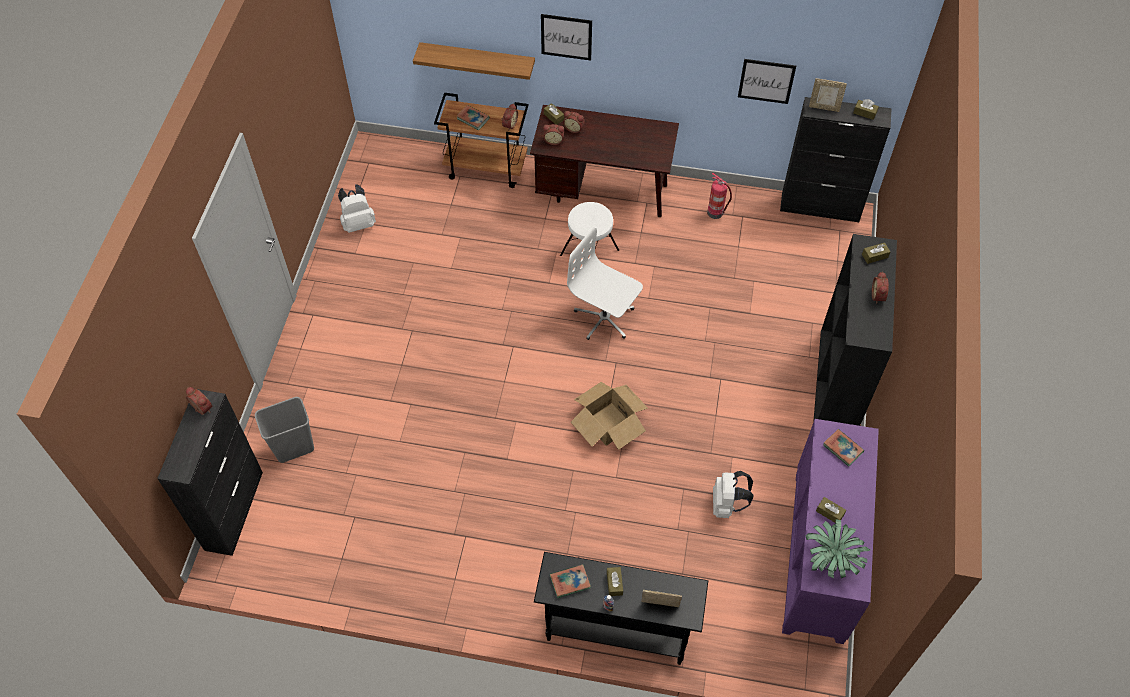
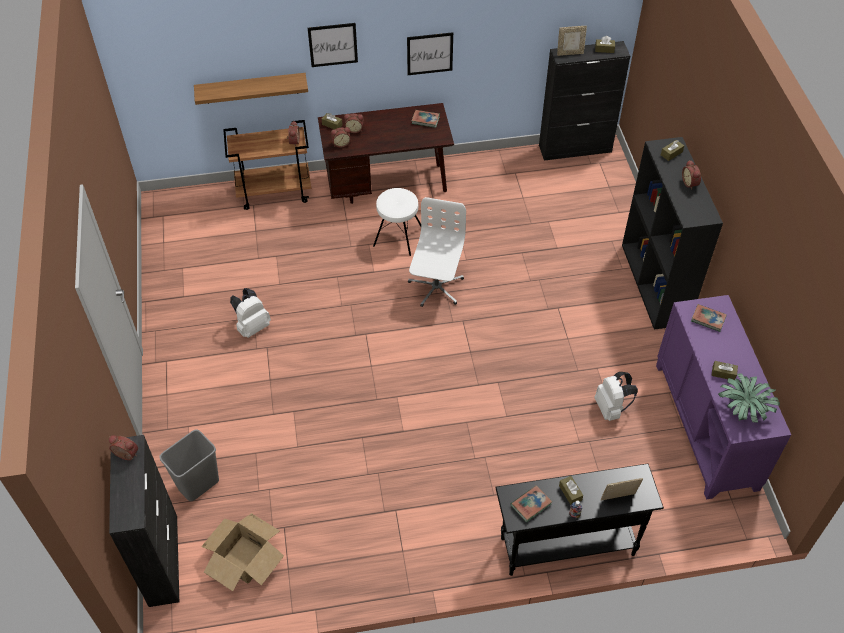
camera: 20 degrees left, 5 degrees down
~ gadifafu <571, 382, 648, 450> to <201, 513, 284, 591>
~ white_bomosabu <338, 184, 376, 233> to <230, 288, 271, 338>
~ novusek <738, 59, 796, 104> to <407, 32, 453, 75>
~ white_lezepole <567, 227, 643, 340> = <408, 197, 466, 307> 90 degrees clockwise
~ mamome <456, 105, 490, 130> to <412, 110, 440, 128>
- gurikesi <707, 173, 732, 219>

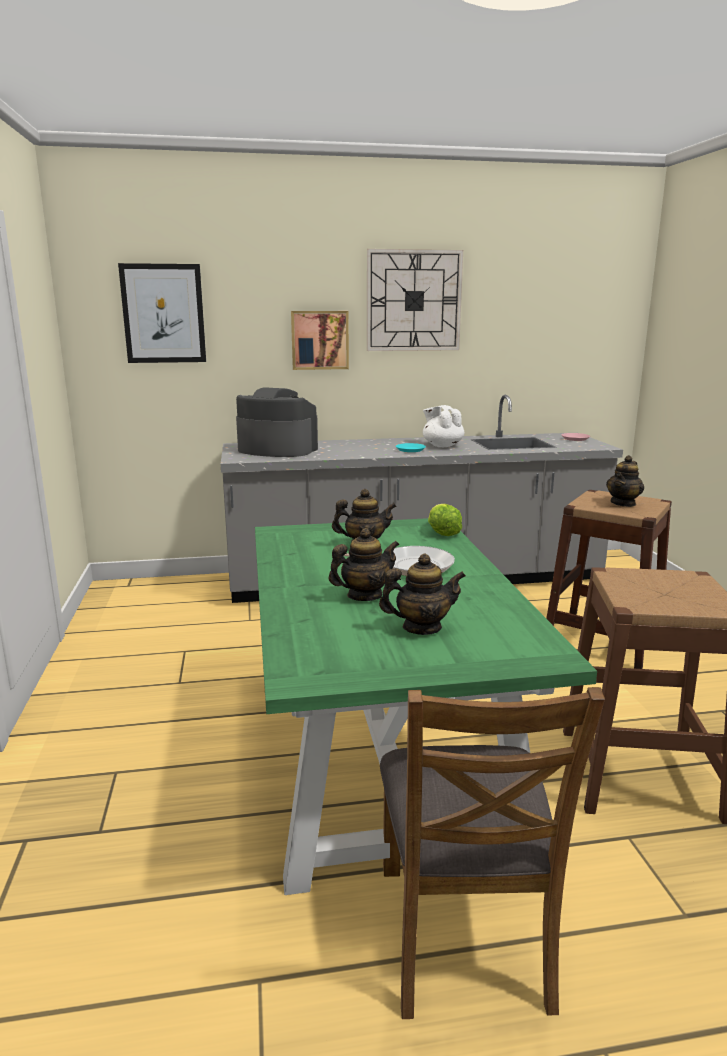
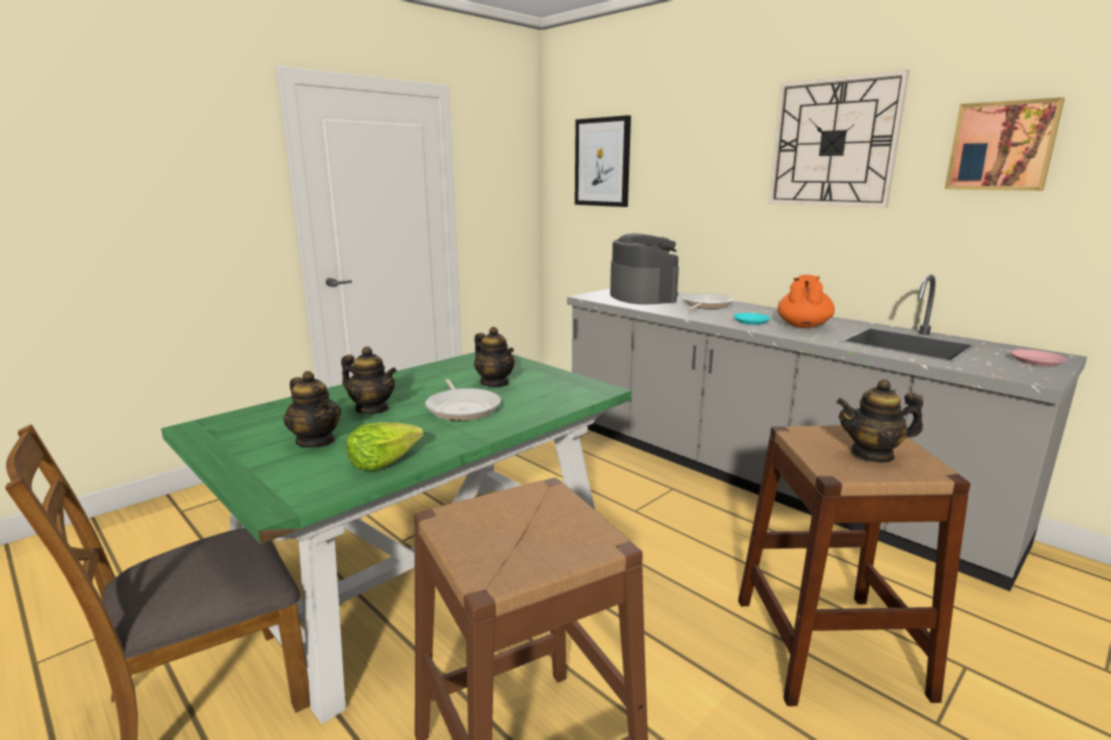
camera: 55 degrees right, 0 degrees up
~ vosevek <428, 504, 462, 536> to <346, 422, 423, 471>
+ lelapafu <682, 293, 734, 311>
~ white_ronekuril <423, 405, 464, 447> to orange_ronekuril <778, 275, 835, 328>
~ novusek <291, 311, 349, 370> to <945, 97, 1065, 191>

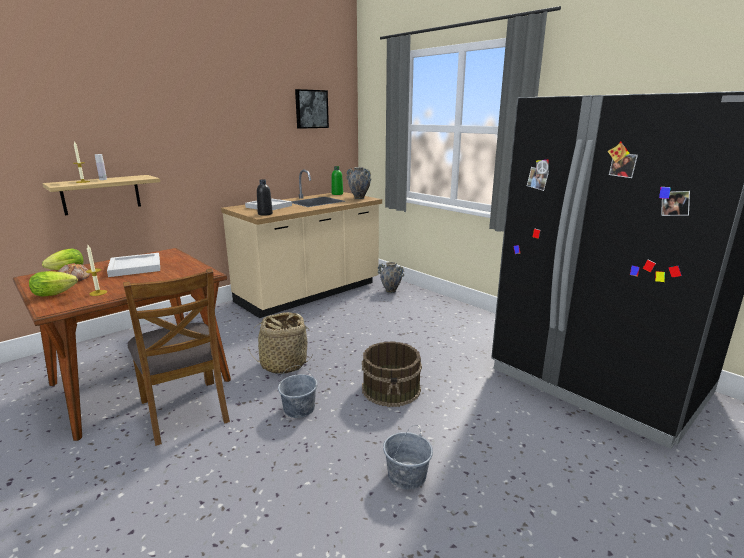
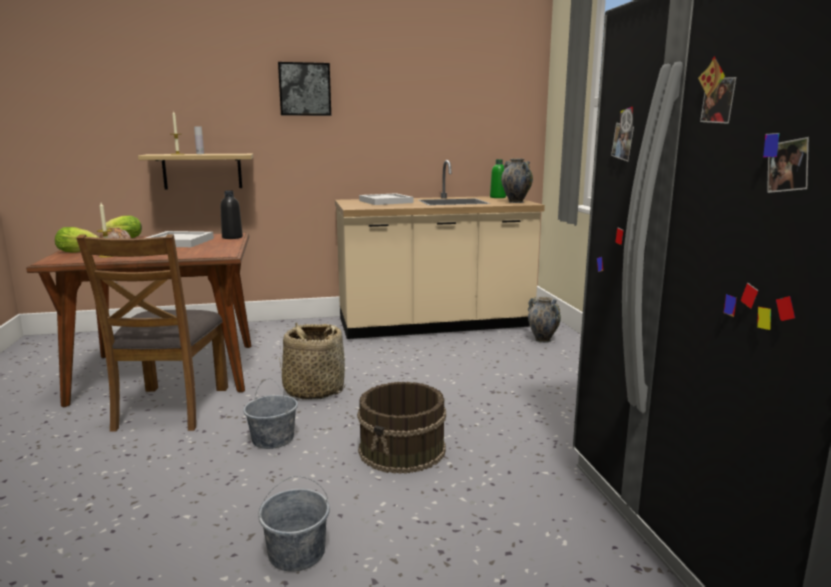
camera: 30 degrees right, 5 degrees down
~ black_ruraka <257, 179, 273, 216> to <220, 191, 243, 239>
~ novusek <295, 89, 329, 129> to <278, 62, 331, 116>

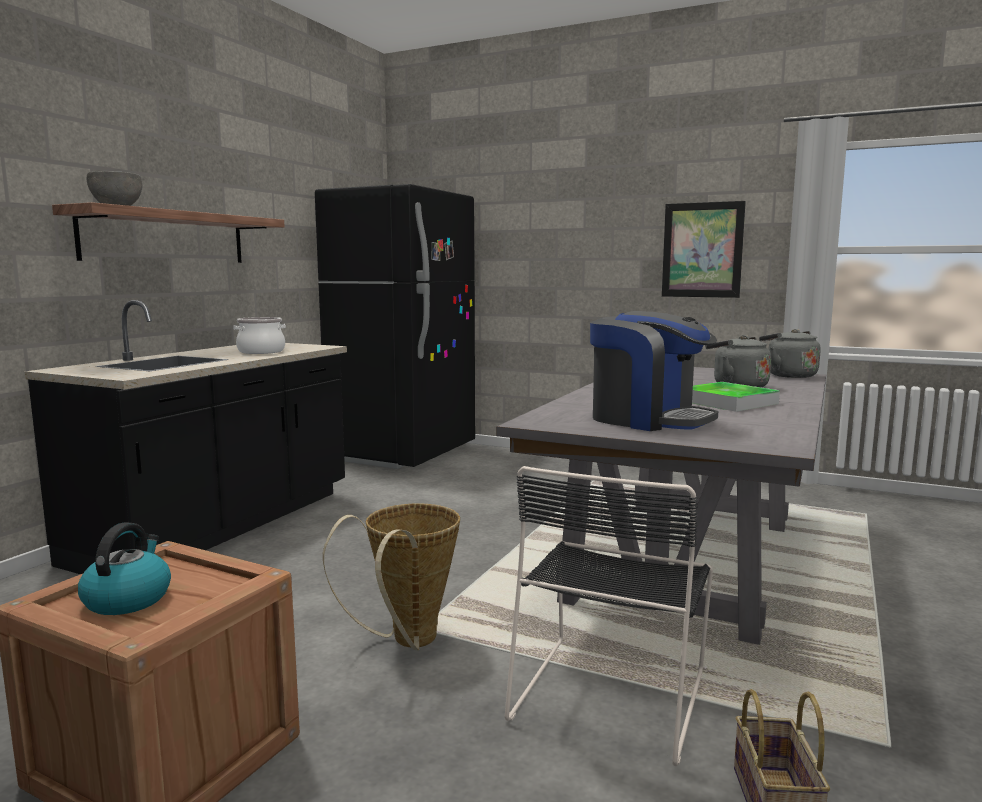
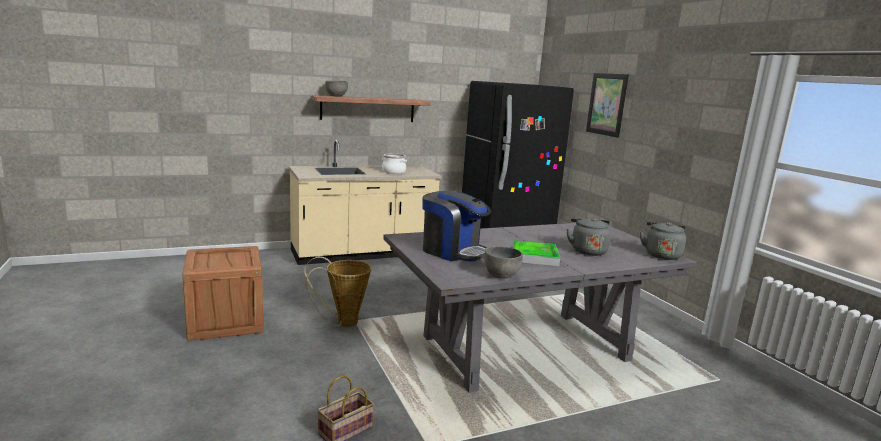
camera: 40 degrees right, 5 degrees up
~ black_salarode <25, 300, 347, 574> to beige_salarode <289, 140, 442, 265>
~ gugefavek <590, 311, 718, 431> = <422, 191, 491, 262> 45 degrees counterclockwise
+ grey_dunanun <484, 246, 523, 279>
~ novusek <662, 201, 746, 298> to <586, 73, 629, 138>
- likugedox <78, 522, 171, 615>
- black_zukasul <505, 466, 713, 766>

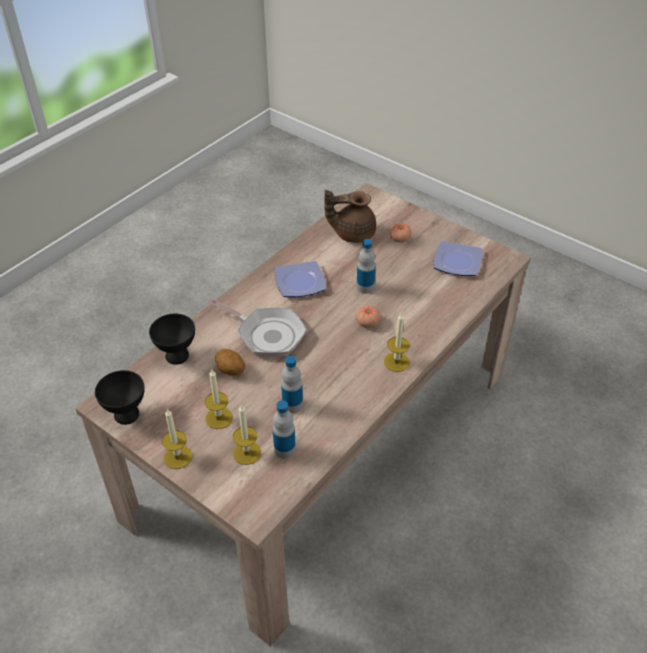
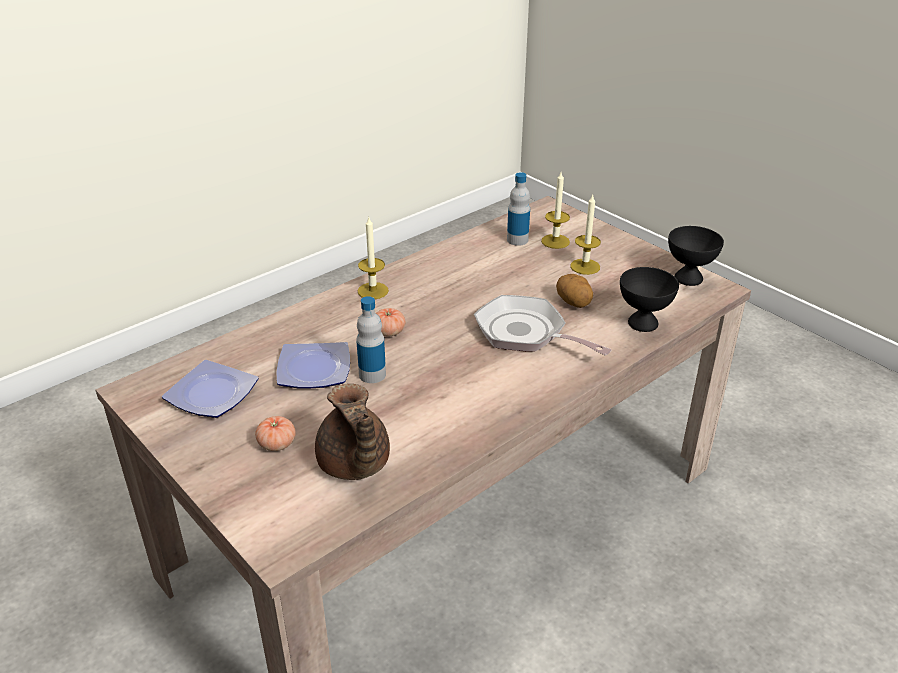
camera: 170 degrees left, 10 degrees down
~ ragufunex <275, 261, 326, 297> to <277, 342, 350, 388>
~ brown_ronekuril <324, 190, 376, 243> = <315, 384, 390, 480> 60 degrees clockwise
- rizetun <162, 409, 192, 469>
- ruraka <281, 356, 303, 413>

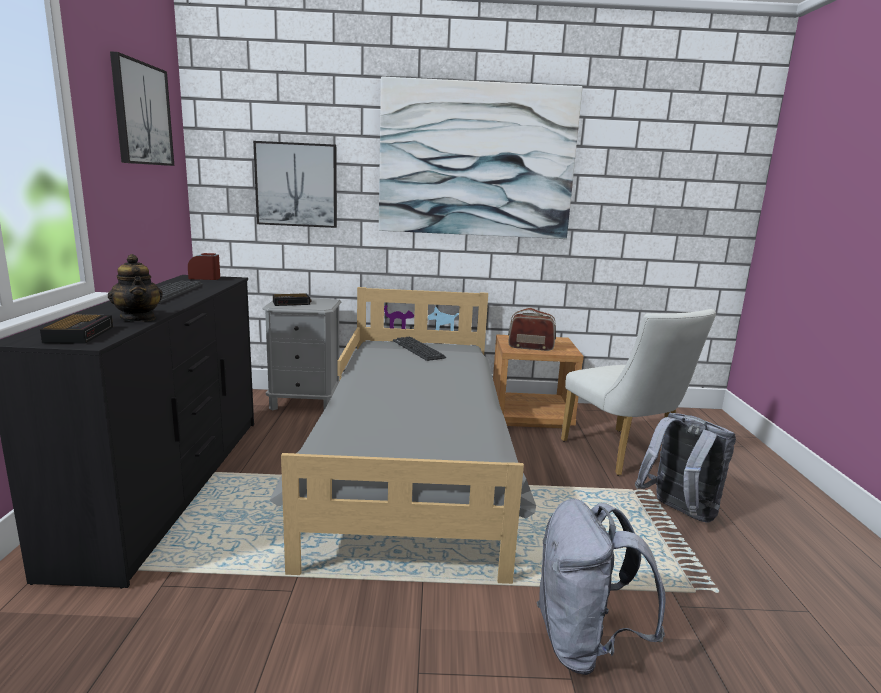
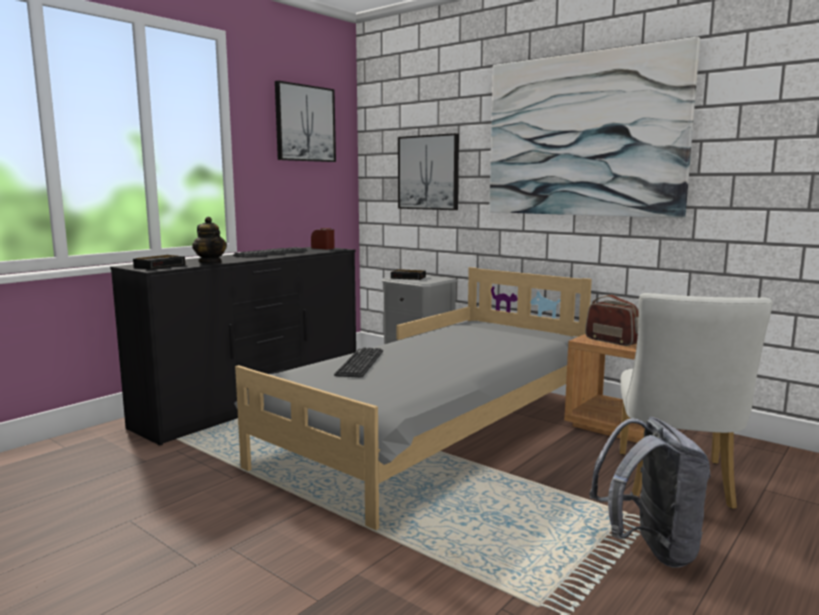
camera: 40 degrees right, 5 degrees down
~ ronekuril <108, 254, 163, 322> = <192, 217, 227, 263> 45 degrees counterclockwise
~ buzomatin <393, 337, 446, 361> to <334, 347, 383, 377>
- grey_bomosabu <537, 499, 666, 675>

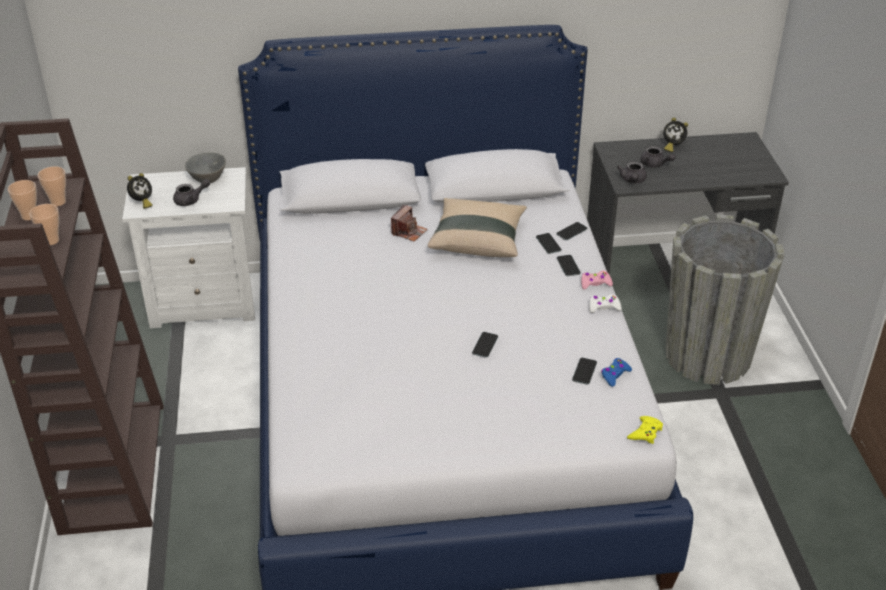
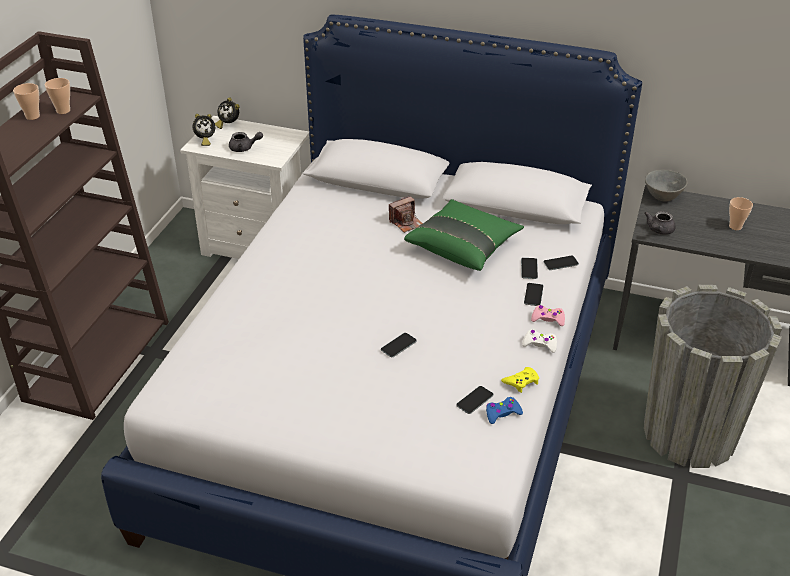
camera: 25 degrees right, 0 degrees up
~ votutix <663, 118, 688, 152> to <215, 97, 240, 129>
~ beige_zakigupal <428, 198, 527, 257> to green_zakigupal <404, 199, 524, 271>
~ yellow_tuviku <627, 416, 663, 444> to <501, 367, 539, 393>
~ grey_dunanun <185, 152, 226, 183> to <645, 170, 687, 202>
~ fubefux <29, 204, 59, 245> to <729, 197, 753, 230>
- grey_ronekuril <641, 146, 675, 167>

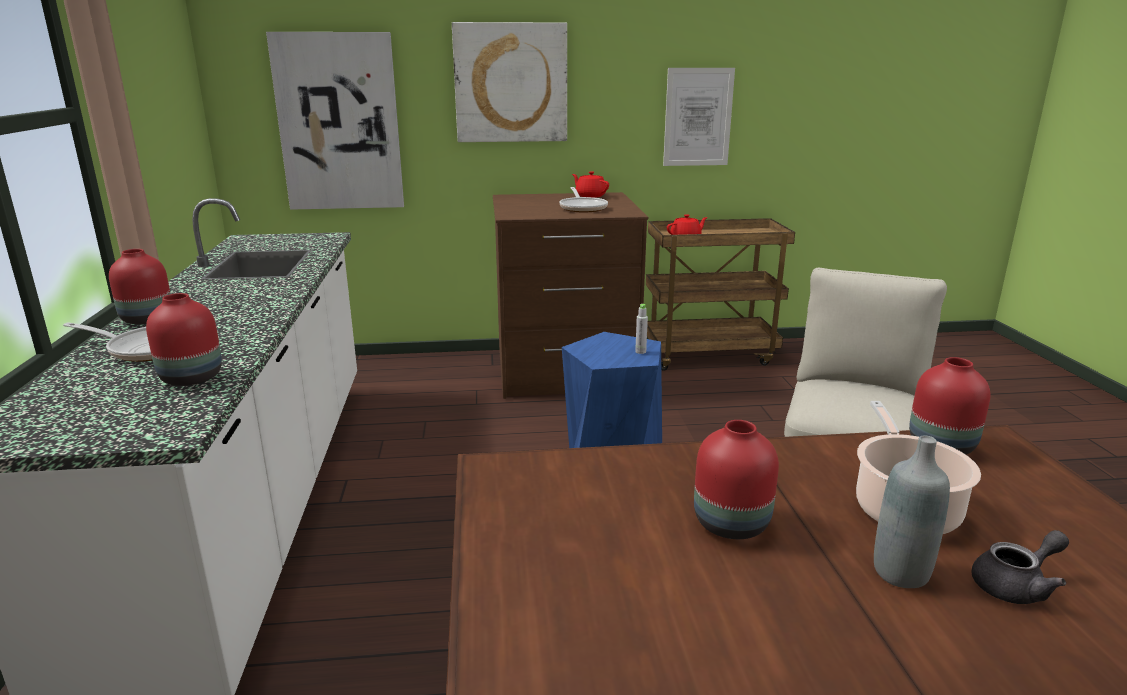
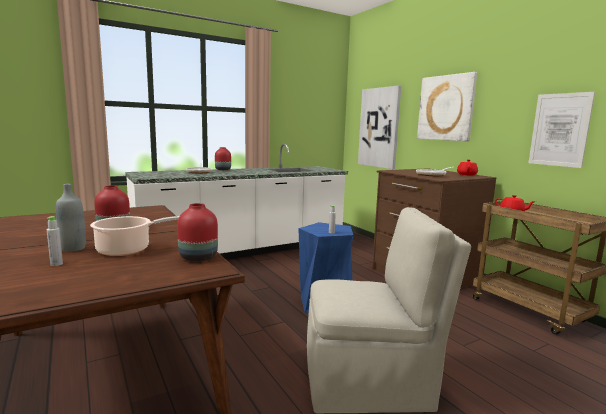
camera: 65 degrees right, 10 degrees down
~ grey_ronekuril <972, 530, 1069, 604> to grey_ruraka <47, 216, 63, 266>
- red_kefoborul <146, 293, 222, 386>

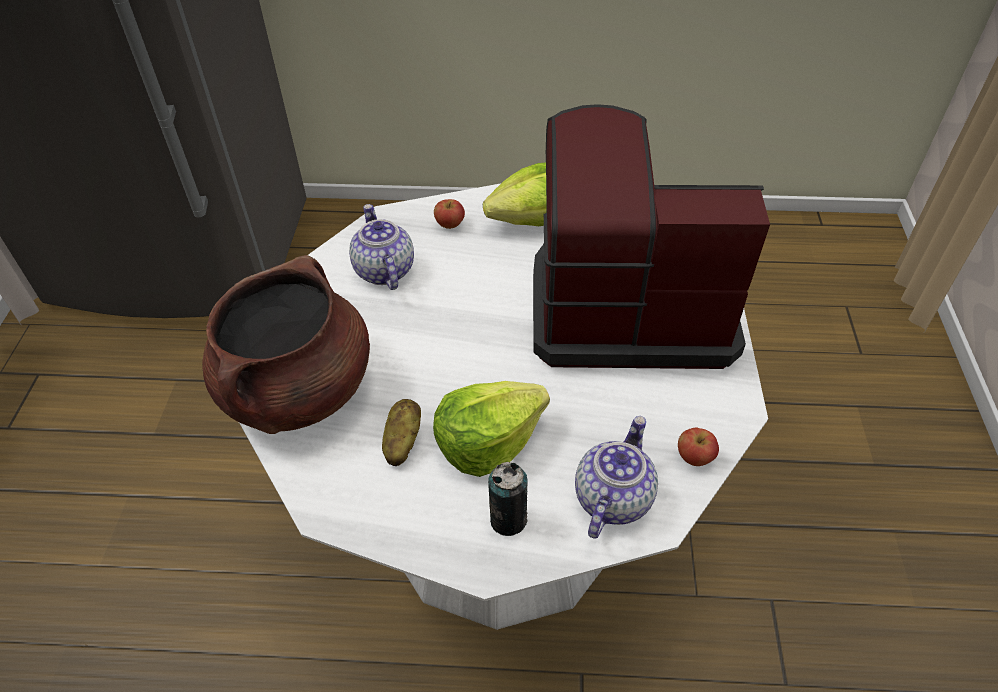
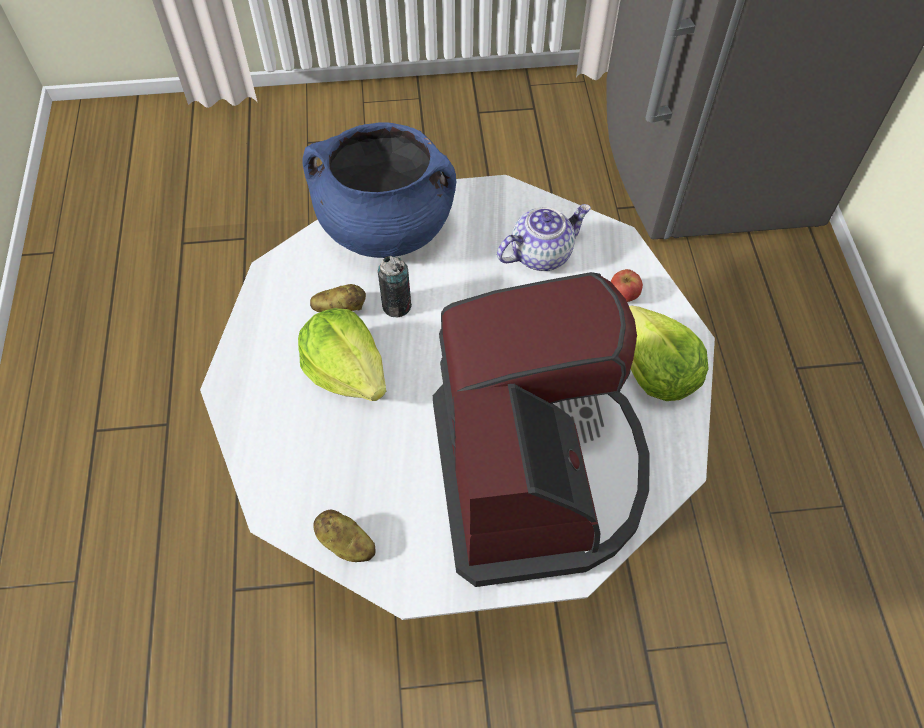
camera: 80 degrees right, 10 degrees up
~ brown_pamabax <203, 255, 370, 434> to blue_pamabax <303, 122, 456, 258>
~ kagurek <678, 428, 719, 466> to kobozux <313, 509, 375, 562>
~ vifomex <488, 462, 528, 536> to <378, 256, 412, 317>
- ronekuril <575, 416, 658, 539>

